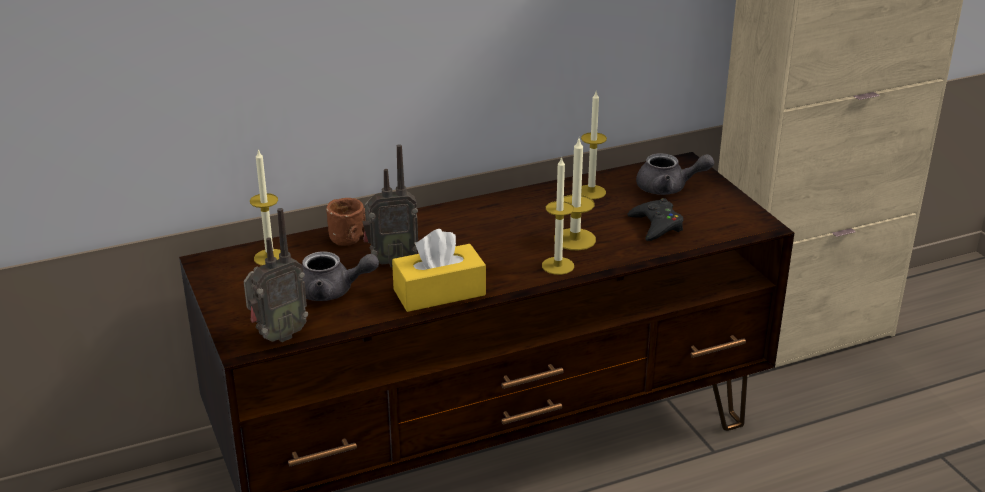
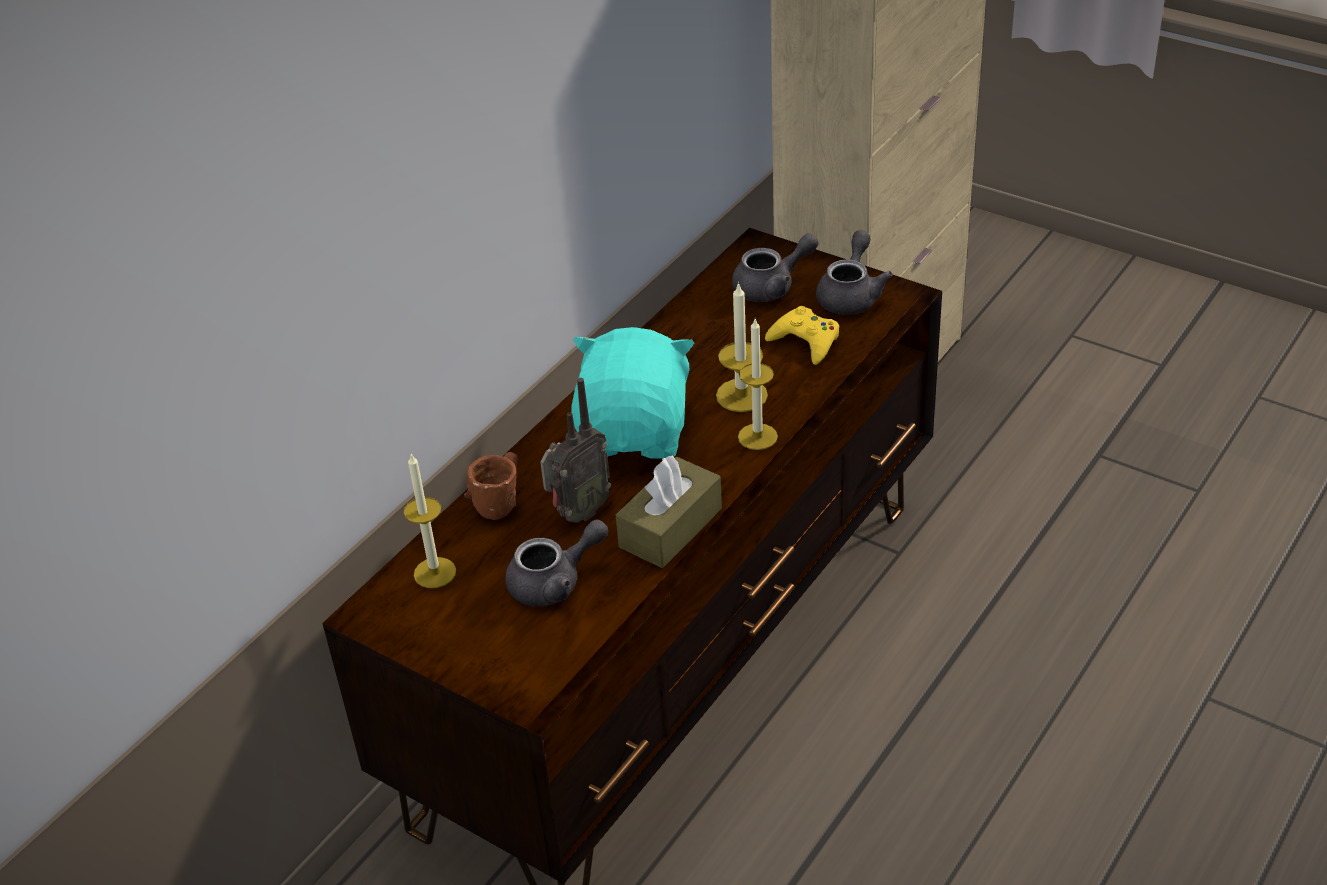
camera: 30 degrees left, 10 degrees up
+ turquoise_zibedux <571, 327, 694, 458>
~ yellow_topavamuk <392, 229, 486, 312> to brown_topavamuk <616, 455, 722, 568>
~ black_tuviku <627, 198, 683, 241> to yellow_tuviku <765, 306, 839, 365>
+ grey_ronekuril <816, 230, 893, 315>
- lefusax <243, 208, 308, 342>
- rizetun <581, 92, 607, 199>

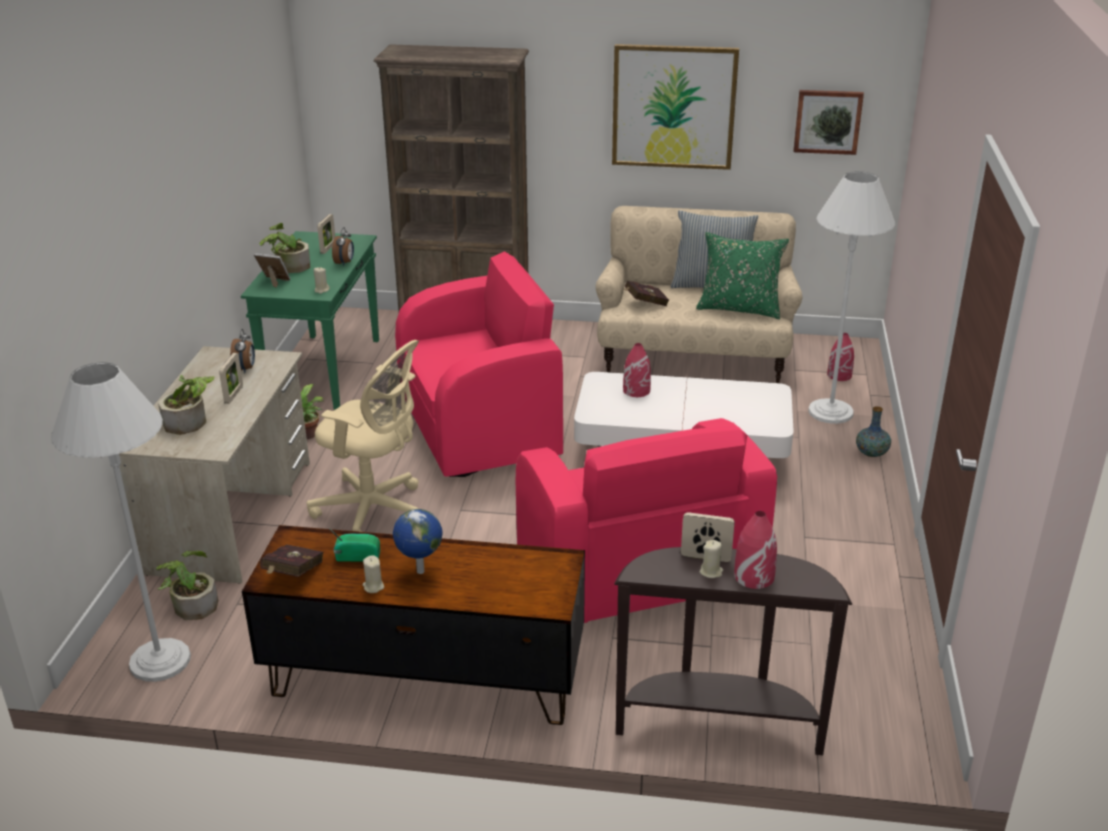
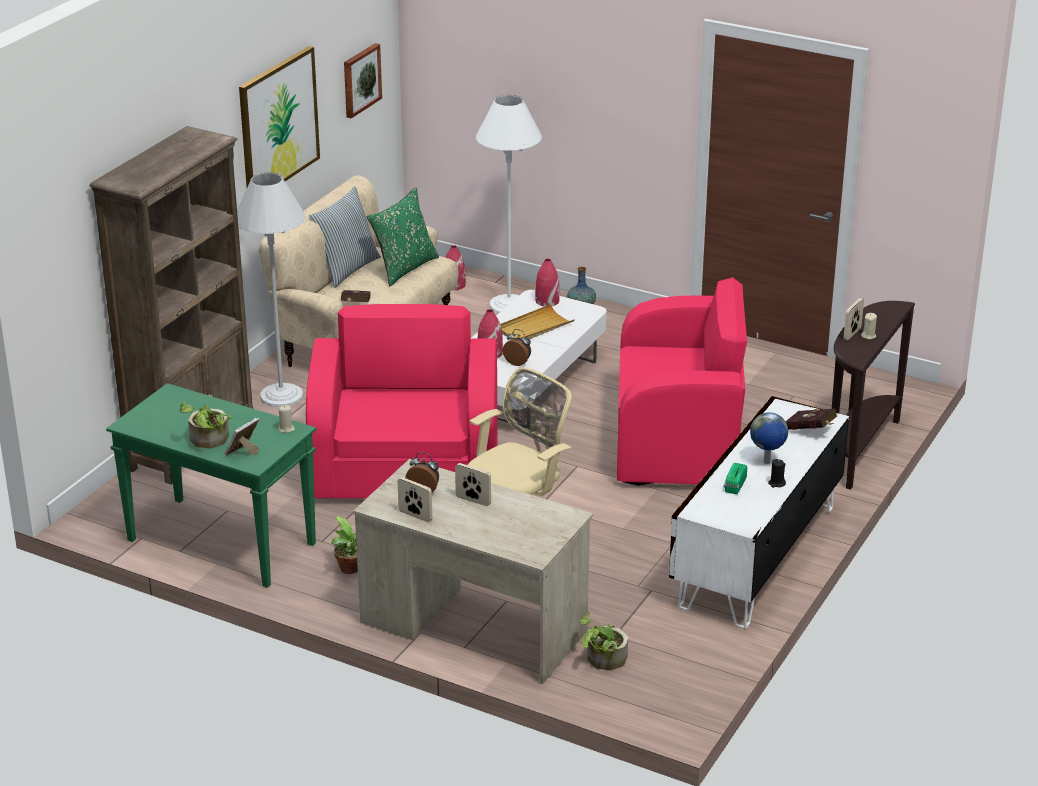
camera: 70 degrees left, 0 degrees up
~ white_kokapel <51, 362, 191, 682> to <237, 173, 305, 407>
~ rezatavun <317, 214, 335, 254> to <397, 477, 432, 522>
+ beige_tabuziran <500, 304, 575, 340>
~ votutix <332, 227, 354, 266> to <503, 329, 531, 366>
~ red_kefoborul <734, 511, 777, 589> to <535, 259, 560, 307>
~ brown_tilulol <242, 525, 585, 725> to white_tilulol <669, 396, 849, 629>
~ beige_rizetun <362, 555, 384, 593> to black_rizetun <768, 459, 786, 488>
~ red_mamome <260, 545, 323, 577> to <785, 408, 837, 430>
- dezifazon <158, 375, 215, 435>

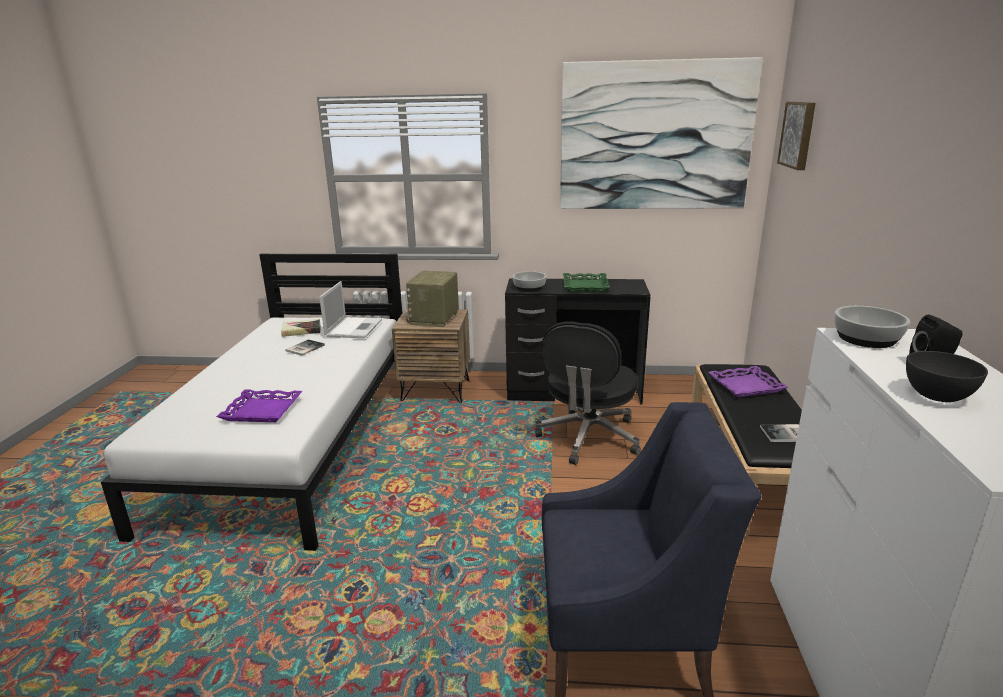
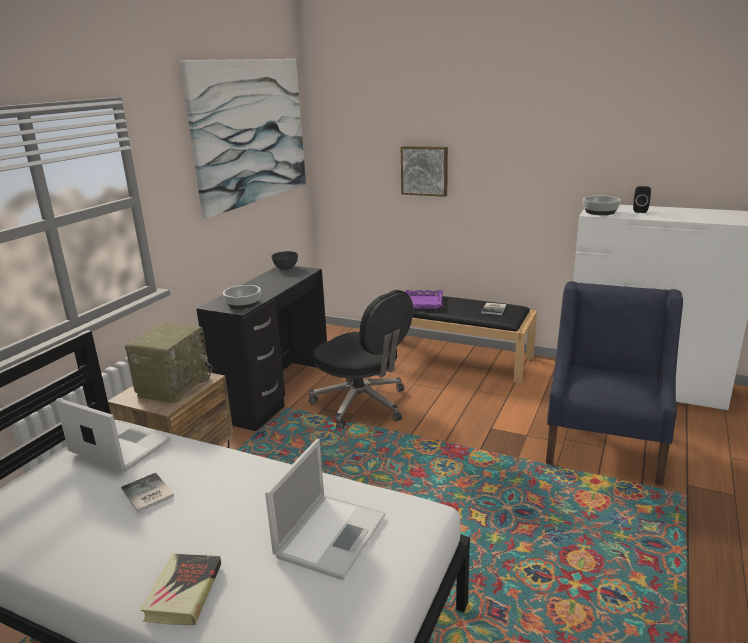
camera: 70 degrees left, 0 degrees up
~ lefusax <406, 271, 459, 327> = <125, 322, 212, 403> 105 degrees counterclockwise
~ mamome <281, 319, 321, 337> to <140, 554, 221, 625>
~ purple_tabuziran <216, 389, 302, 422> to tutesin <265, 439, 385, 580>
~ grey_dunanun <906, 351, 988, 402> to <272, 251, 298, 270>
~ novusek <777, 102, 816, 170> to <401, 146, 448, 197>
- green_tabuziran <563, 273, 610, 292>

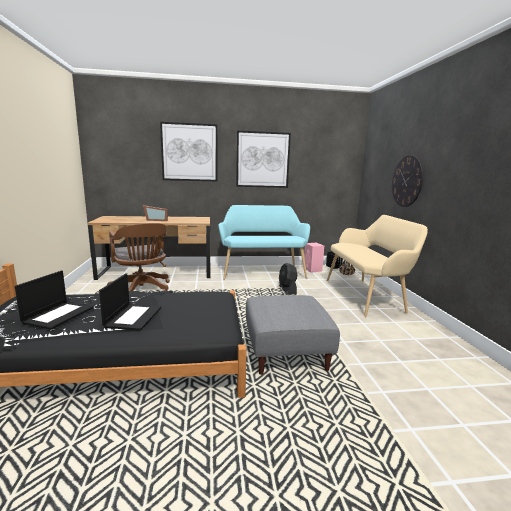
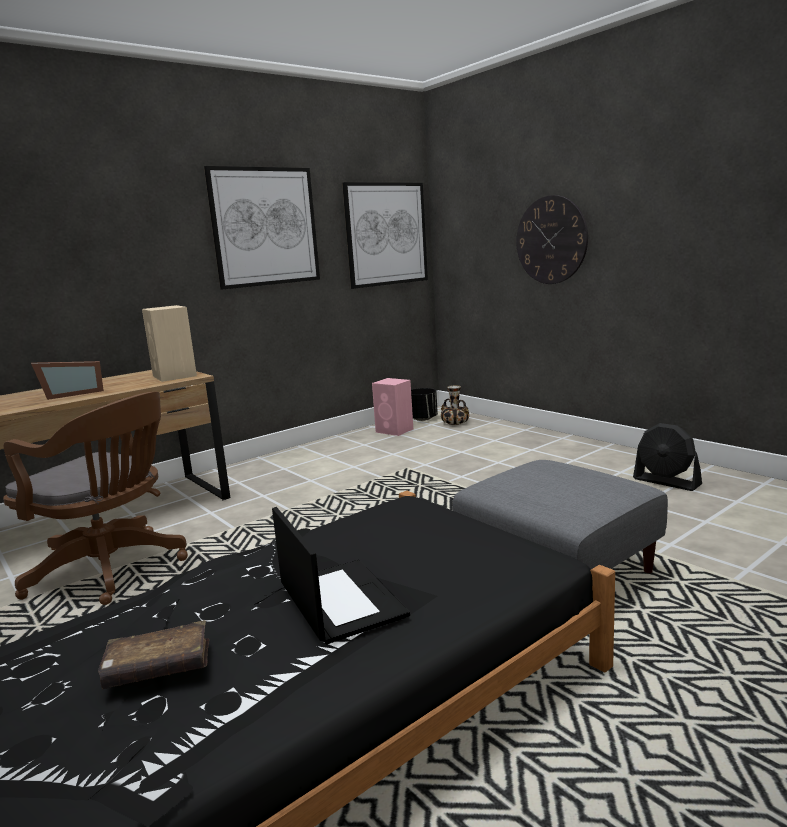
camera: 30 degrees left, 0 degrees up
~ tutesin <15, 271, 94, 330> to brown_mamome <98, 620, 209, 689>
+ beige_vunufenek <142, 305, 197, 382>
~ novusek <160, 122, 217, 181> to <342, 182, 428, 289>
~ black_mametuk <279, 263, 297, 295> to <633, 423, 702, 491>
- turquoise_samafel <218, 205, 310, 280>
- beige_samafel <327, 215, 428, 317>

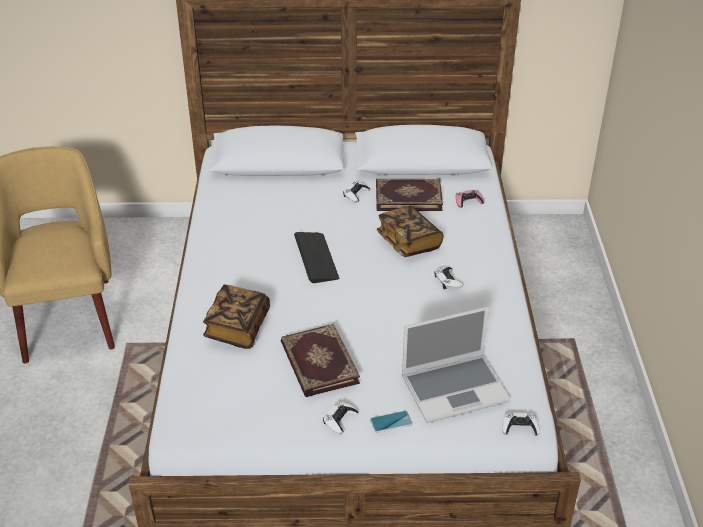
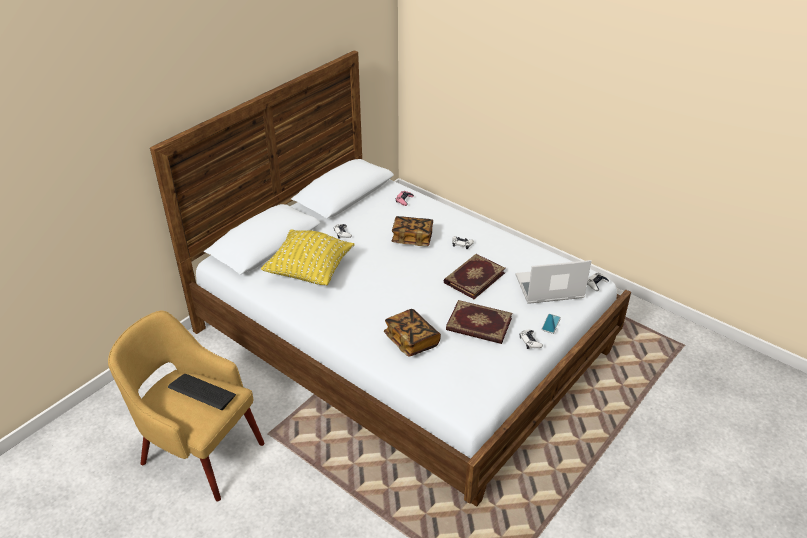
camera: 50 degrees left, 0 degrees up
~ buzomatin <294, 232, 339, 283> to <168, 374, 236, 410>
+ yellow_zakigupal <261, 229, 355, 285>
~ mamome <376, 178, 443, 211> to <444, 254, 506, 299>
~ tutesin <402, 307, 511, 423> = <515, 260, 592, 304> 120 degrees counterclockwise

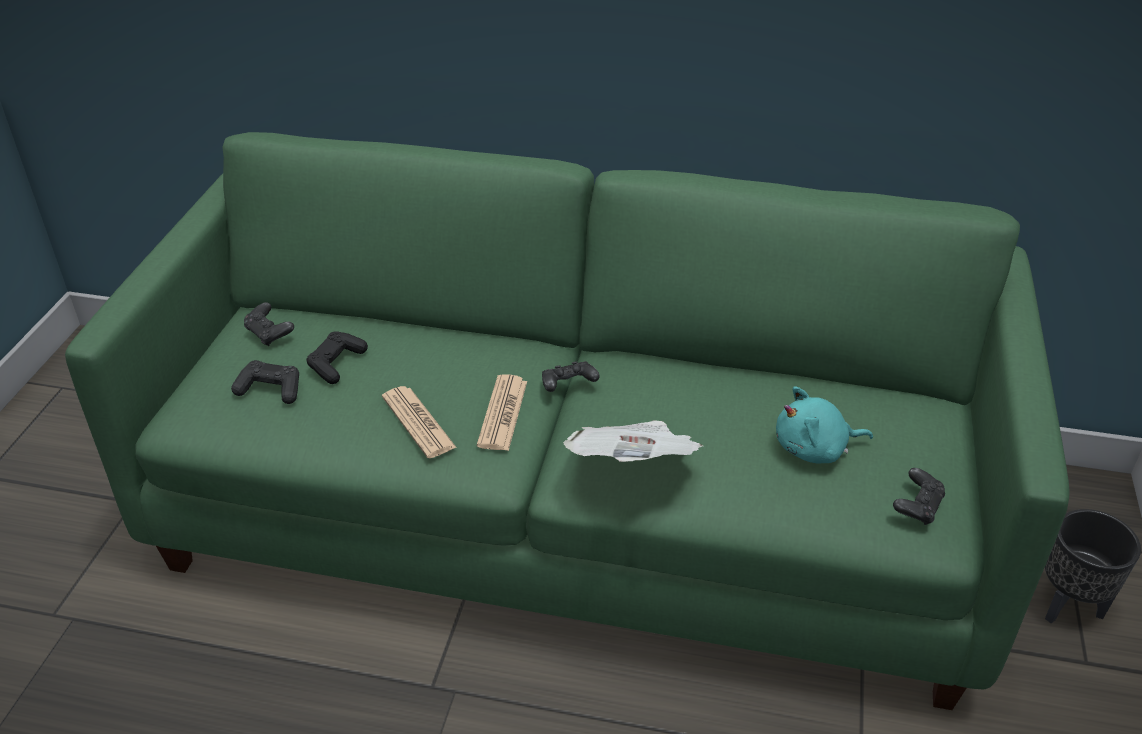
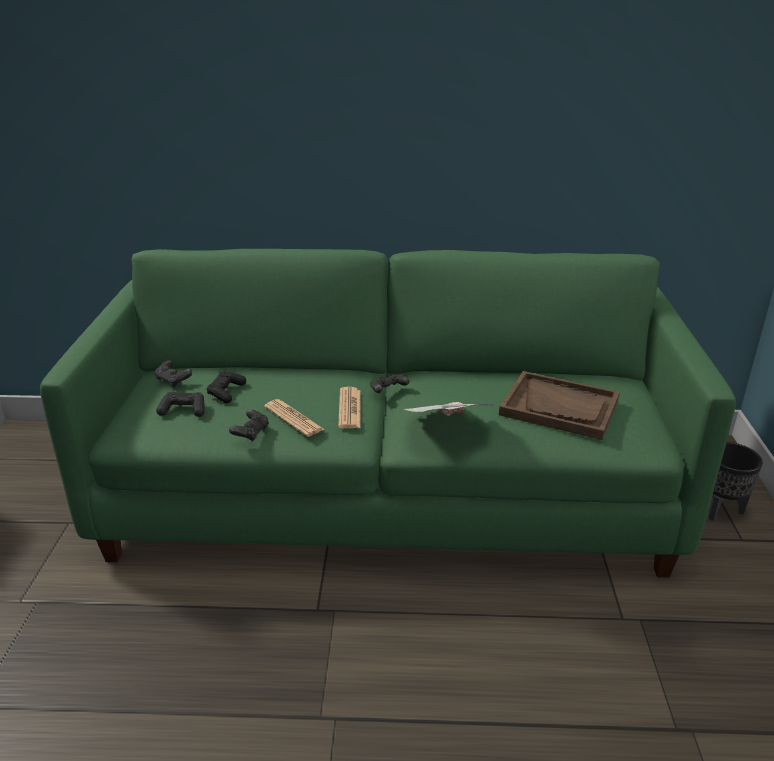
camera: 10 degrees left, 10 degrees down
~ black_tuviku <893, 468, 945, 525> to <229, 409, 269, 442>
~ turquoise_zibedux <776, 386, 873, 463> to brown_tabuziran <499, 371, 620, 440>

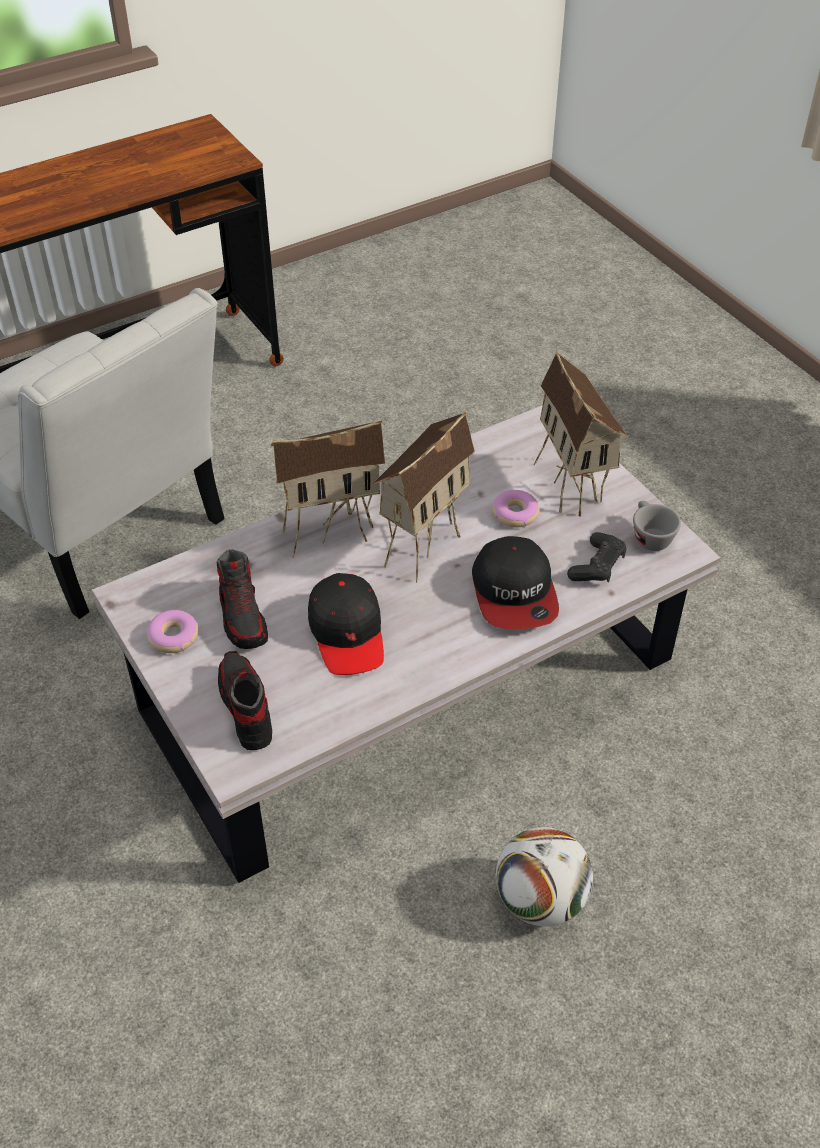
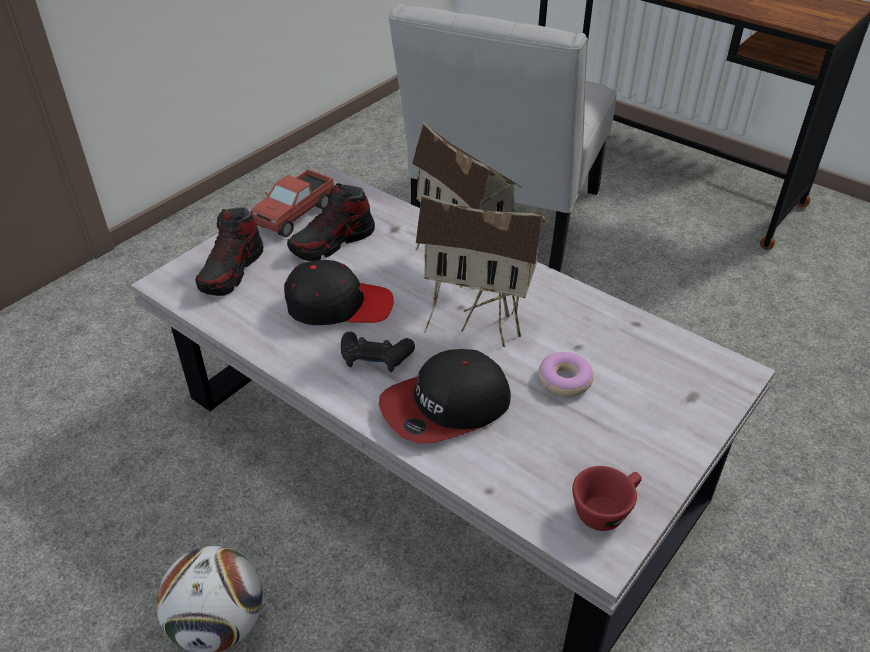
camera: 70 degrees right, 5 degrees down
~ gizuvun <218, 651, 272, 750> = <196, 207, 263, 296> 150 degrees clockwise
~ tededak <146, 610, 198, 653> to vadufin <251, 169, 334, 237>
~ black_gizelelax <308, 573, 384, 675> = <284, 260, 394, 325> 150 degrees counterclockwise
~ black_tuviku <567, 532, 627, 582> to <341, 332, 415, 372>
~ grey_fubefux <633, 501, 681, 551> to red_fubefux <572, 466, 642, 531>
- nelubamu <533, 351, 628, 517>

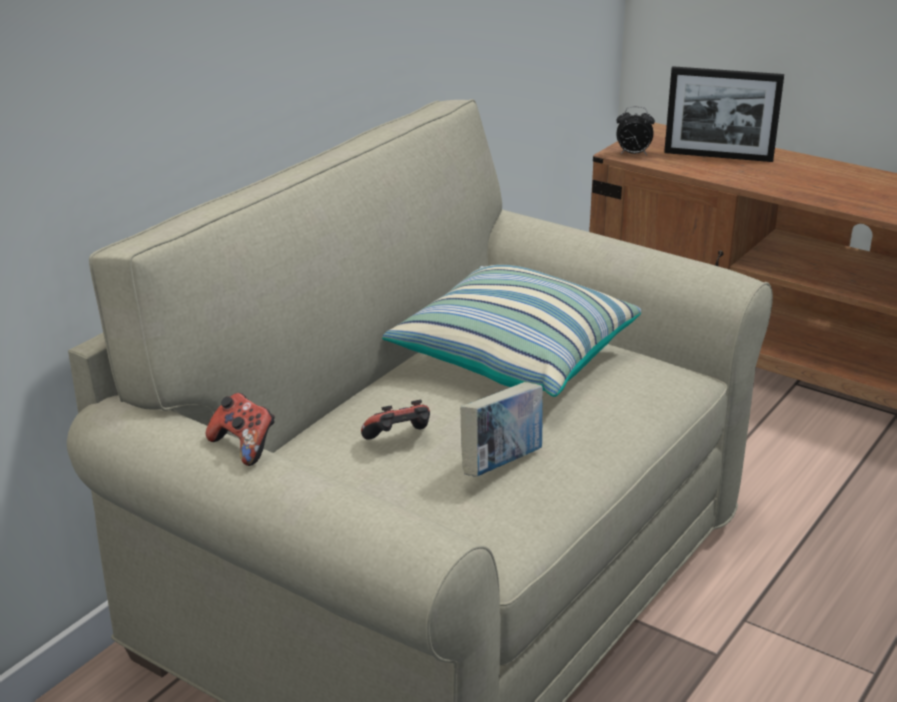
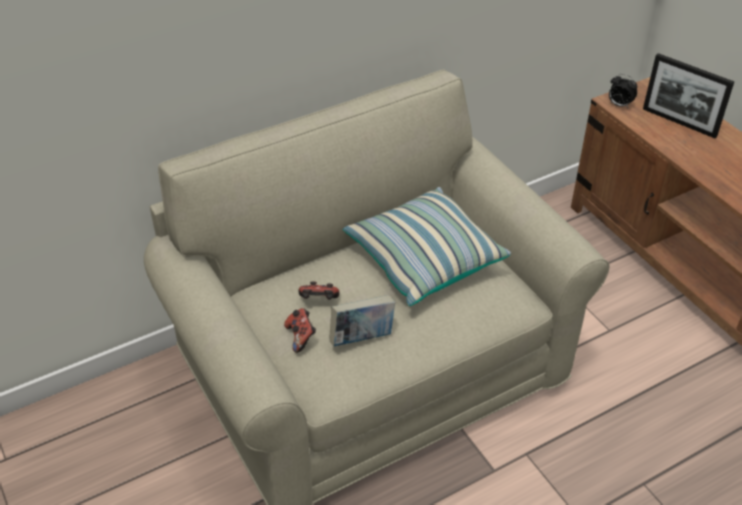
camera: 25 degrees right, 15 degrees up
~ tuviku <205, 393, 275, 466> to <284, 308, 316, 353>

